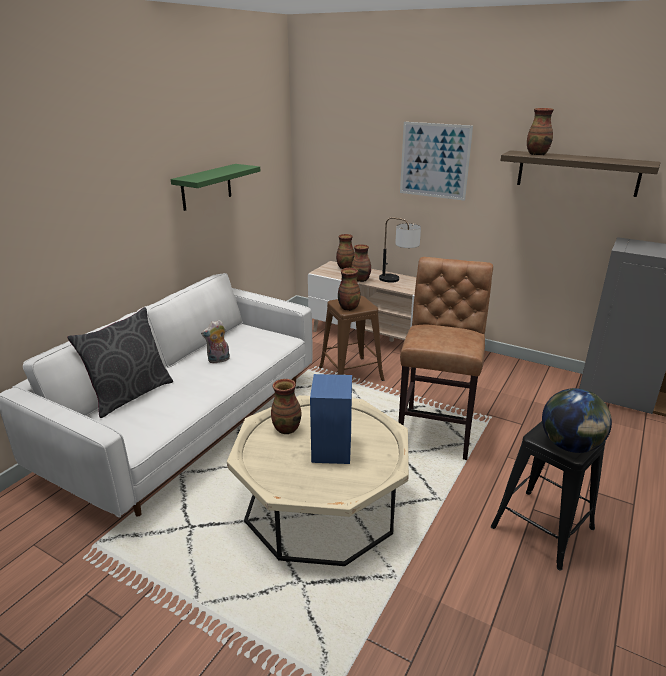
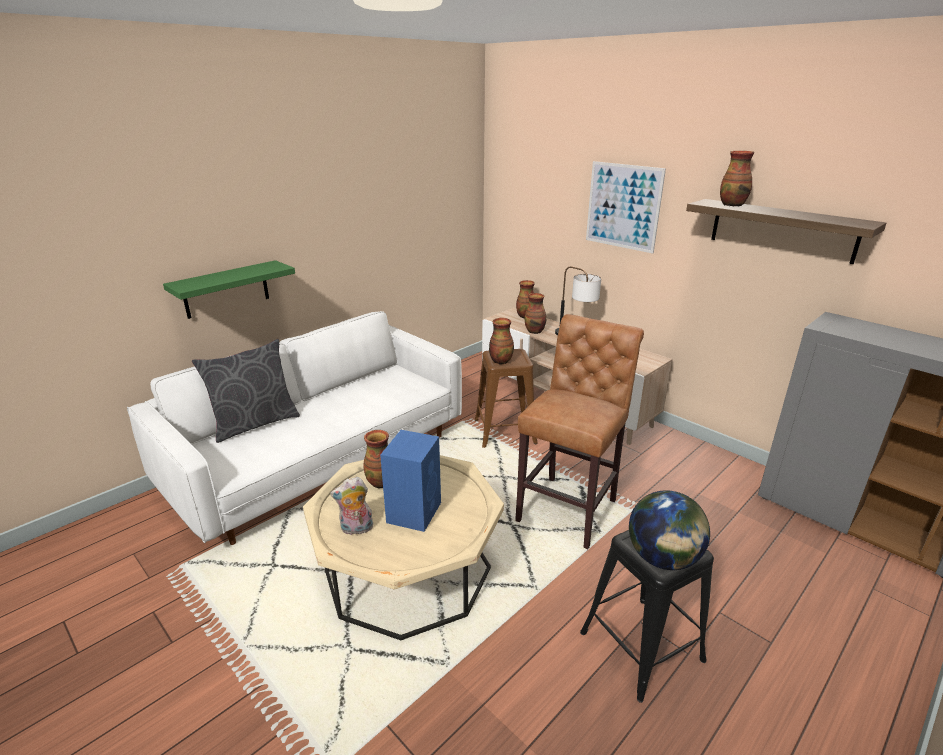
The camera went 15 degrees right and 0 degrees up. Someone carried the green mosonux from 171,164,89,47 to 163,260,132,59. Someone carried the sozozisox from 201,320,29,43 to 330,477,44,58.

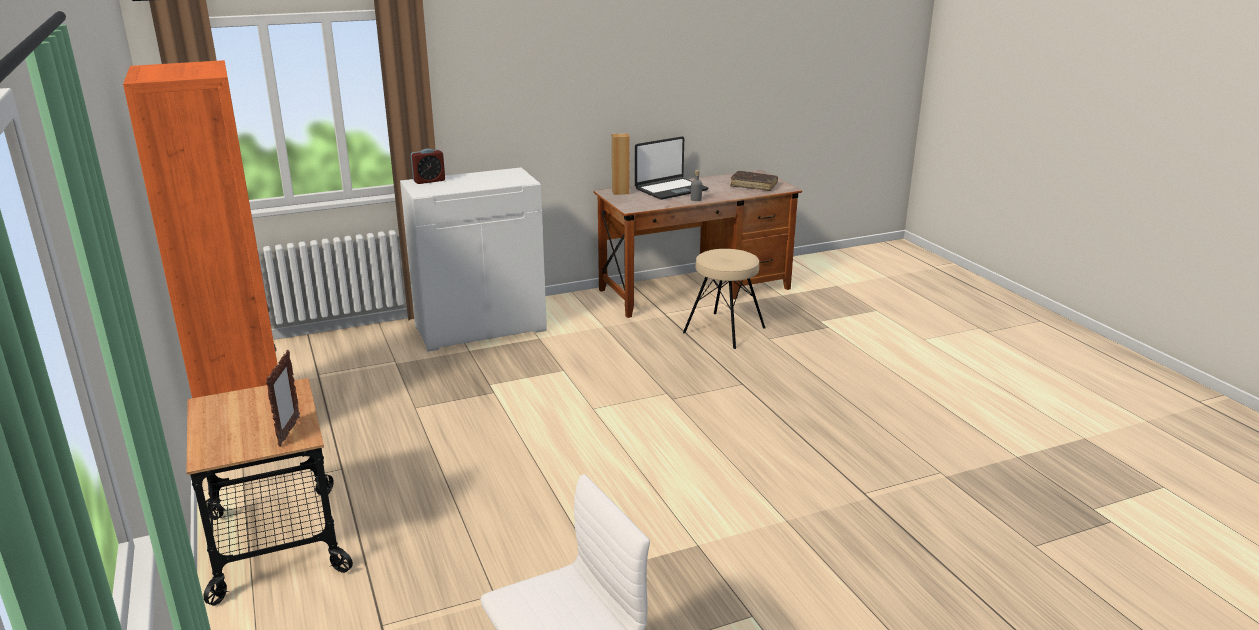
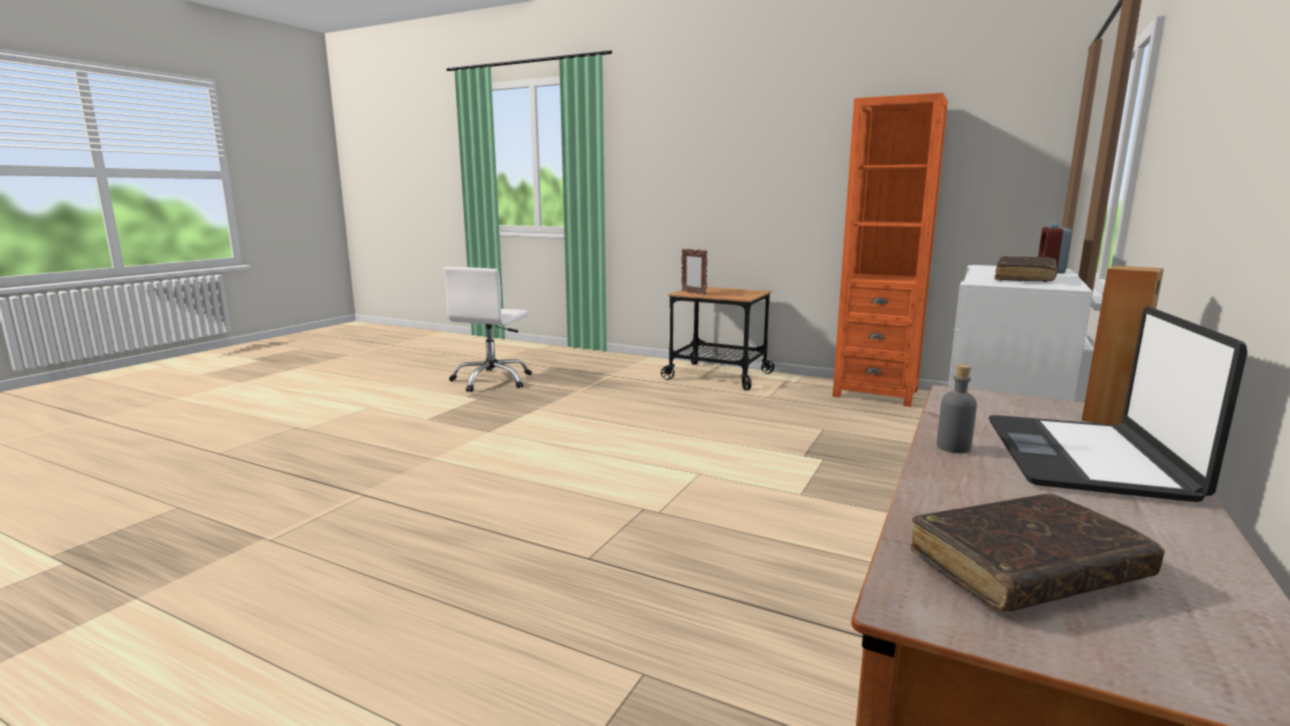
The camera went 140 degrees right and 10 degrees down. Someone put down the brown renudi at 994,256,63,26. Someone took away the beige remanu at 683,249,83,100.

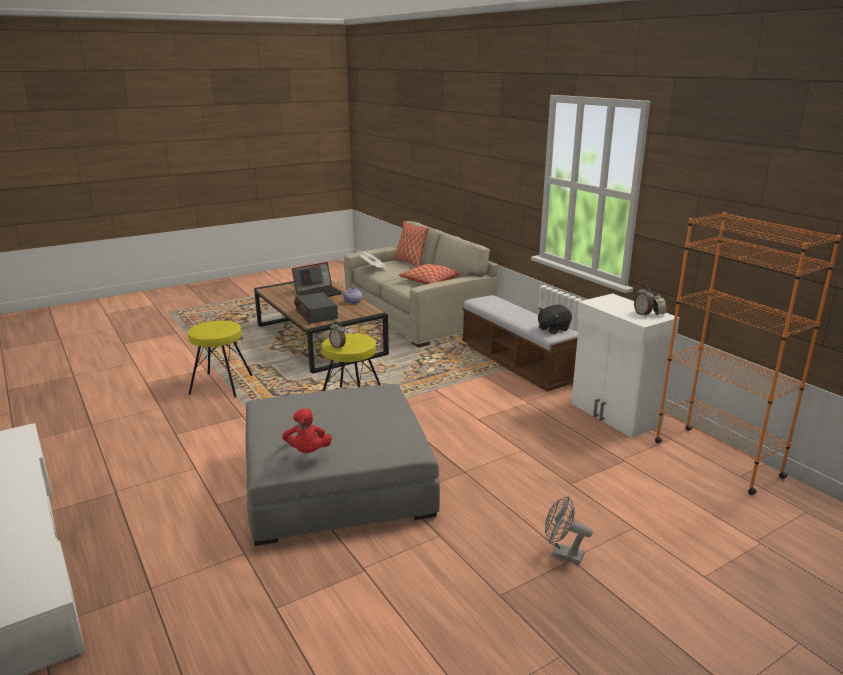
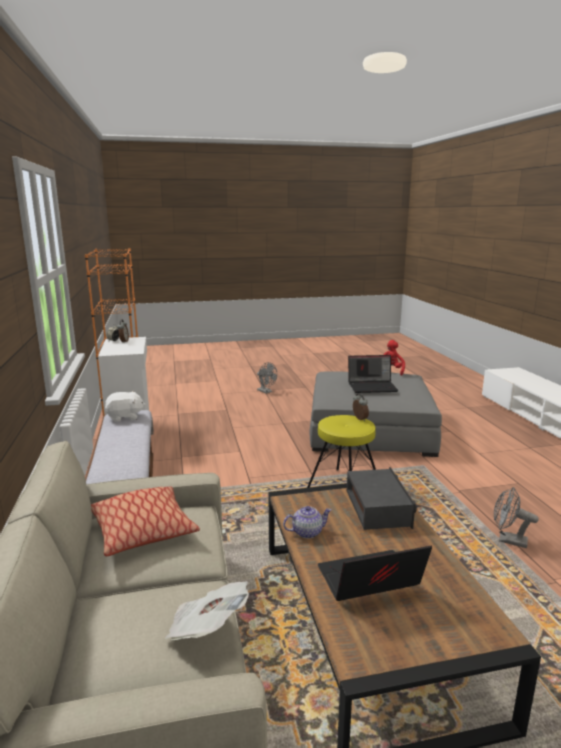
The camera went 160 degrees left and 5 degrees down. Someone repainted the black sozozisox at 538,305,34,29, which became the white sozozisox at 104,391,42,31. Someone put down the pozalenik at 348,355,51,38. Someone swapped the yellow remanu at 188,320,65,77 for the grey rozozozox at 494,487,45,61. Someone took away the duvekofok at 394,221,35,46.

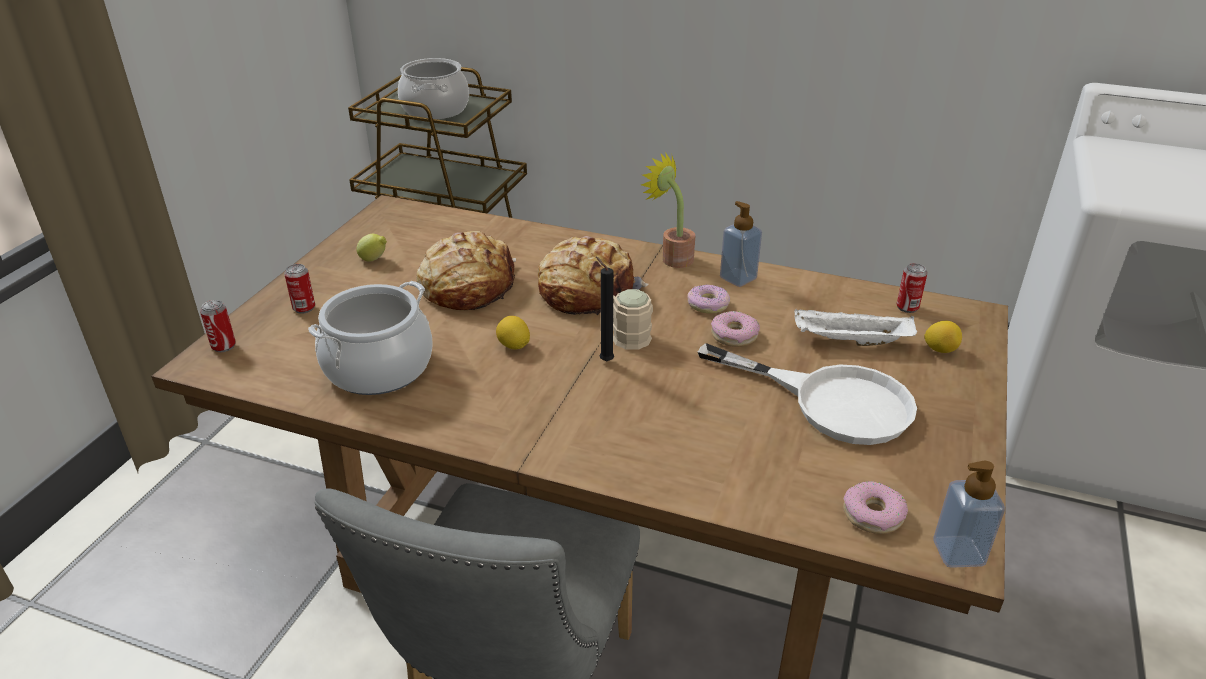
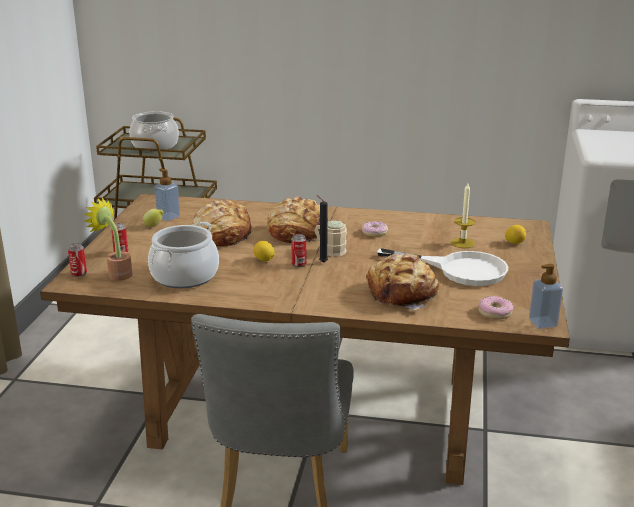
The camera went 10 degrees left and 10 degrees down. Someone carried the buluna from 641,152,54,116 to 84,198,49,83. Someone carried the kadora from 720,201,42,86 to 154,169,26,52. Someone carried the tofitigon from 897,263,31,50 to 291,234,15,33. Someone put down the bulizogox at 366,254,73,56. Someone swapped the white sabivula at 794,309,123,37 for the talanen at 451,183,24,65. Someone took away the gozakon at 711,311,49,36.

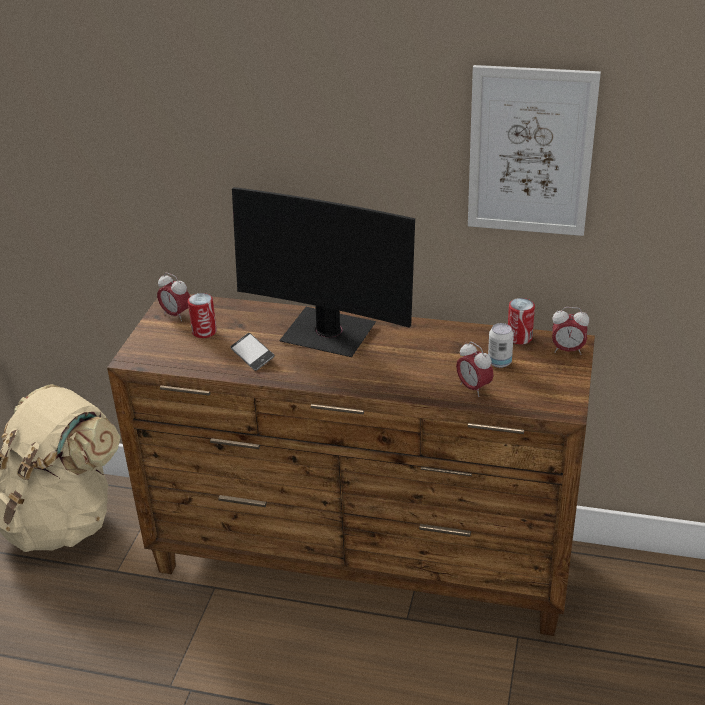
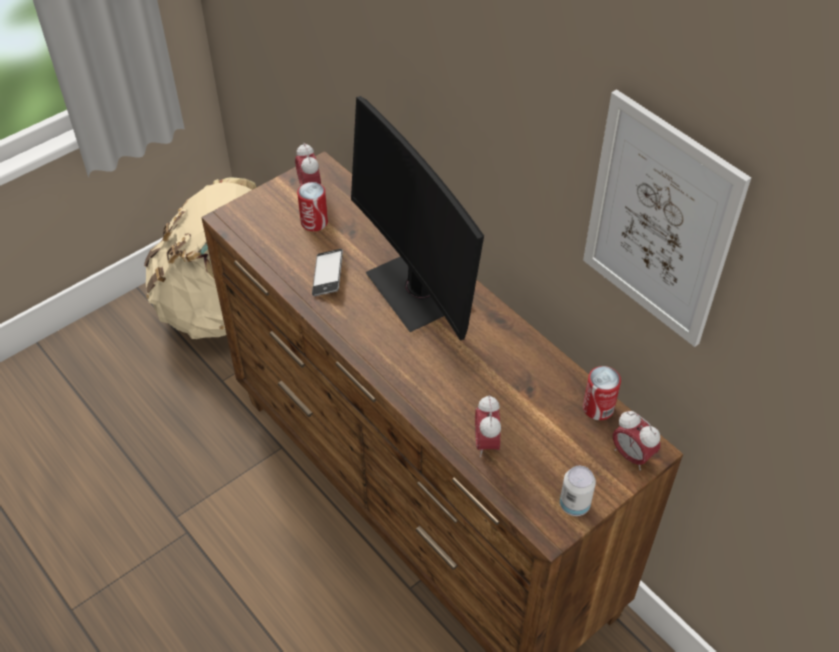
The camera went 35 degrees right and 15 degrees up. Someone carried the tofitigon from 488,323,26,45 to 560,466,36,50.

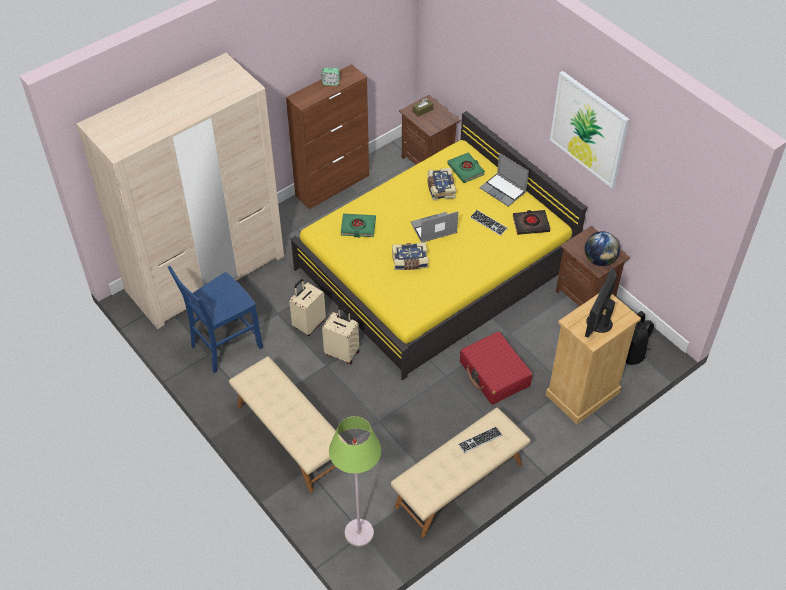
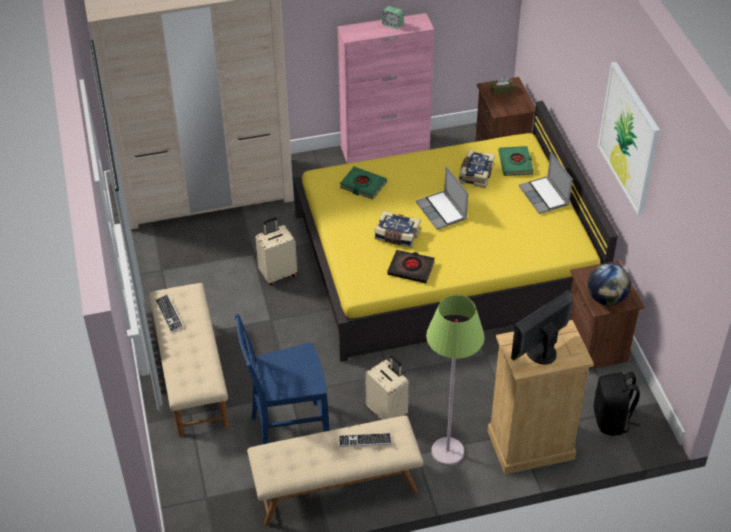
The camera went 25 degrees right and 5 degrees down. Someone carried the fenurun from 470,210,37,26 to 155,294,29,38. Someone carried the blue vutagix from 168,266,95,107 to 235,313,95,132. Someone repainted the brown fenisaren at 286,64,83,145, which became the pink fenisaren at 338,13,96,151. Someone carried the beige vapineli from 322,307,37,58 to 365,355,44,65. Someone carried the black renudi from 513,210,37,25 to 387,250,48,34. Someone rotated the pozalenik at 411,211,47,32 by 120 degrees counterclockwise. Someone carried the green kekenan from 329,416,52,130 to 426,295,59,171. Someone took away the red vapineli at 460,332,73,73.

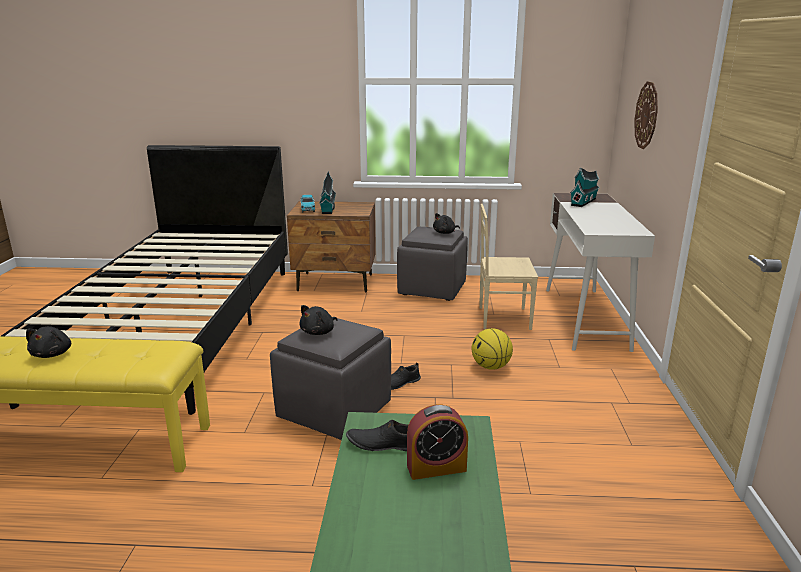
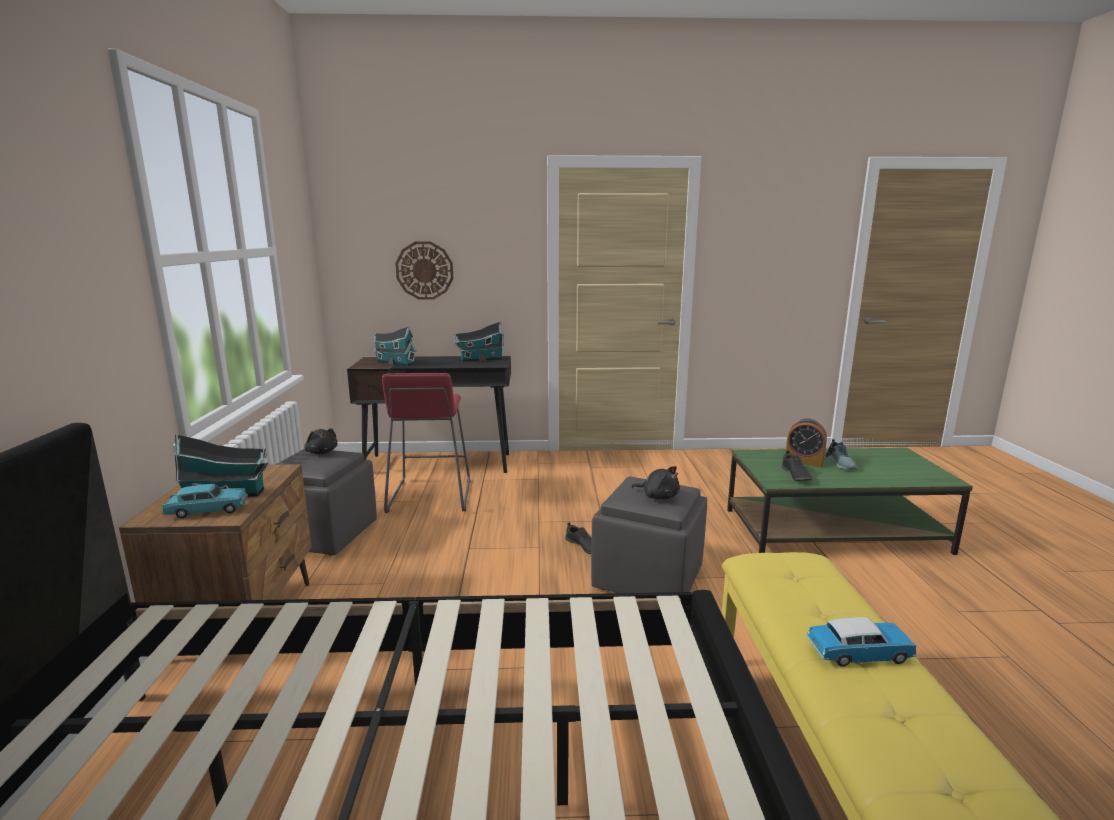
The camera went 95 degrees left and 5 degrees down. Someone repainted the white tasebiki at 546,193,109,159, which became the black tasebiki at 347,356,164,117. Someone swapped the beige vutagix at 479,204,59,126 for the red remanu at 382,373,88,140. Someone put down the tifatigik at 454,322,50,40. Someone rotated the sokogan at 407,405,61,75 by 135 degrees clockwise. Someone swapped the black sozozisox at 26,326,45,32 for the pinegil at 807,617,110,50. Someone put down the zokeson at 825,439,32,30. Someone took away the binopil at 472,328,41,42.

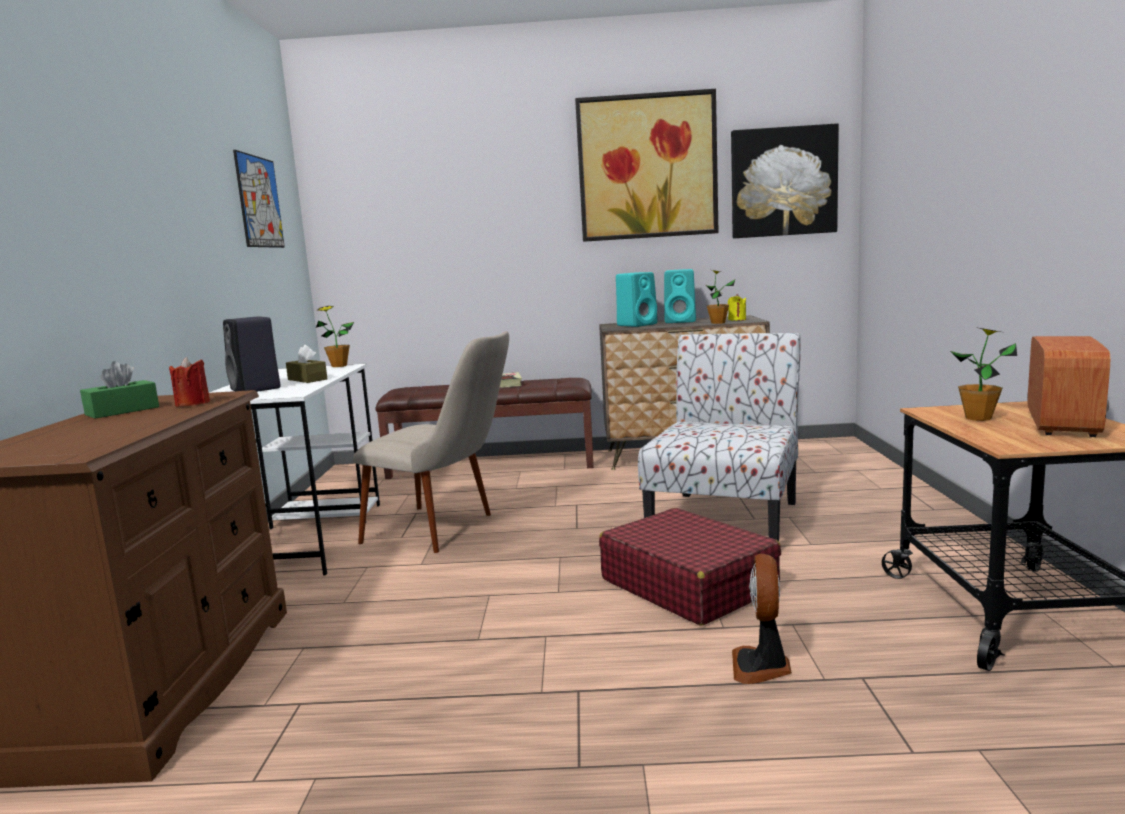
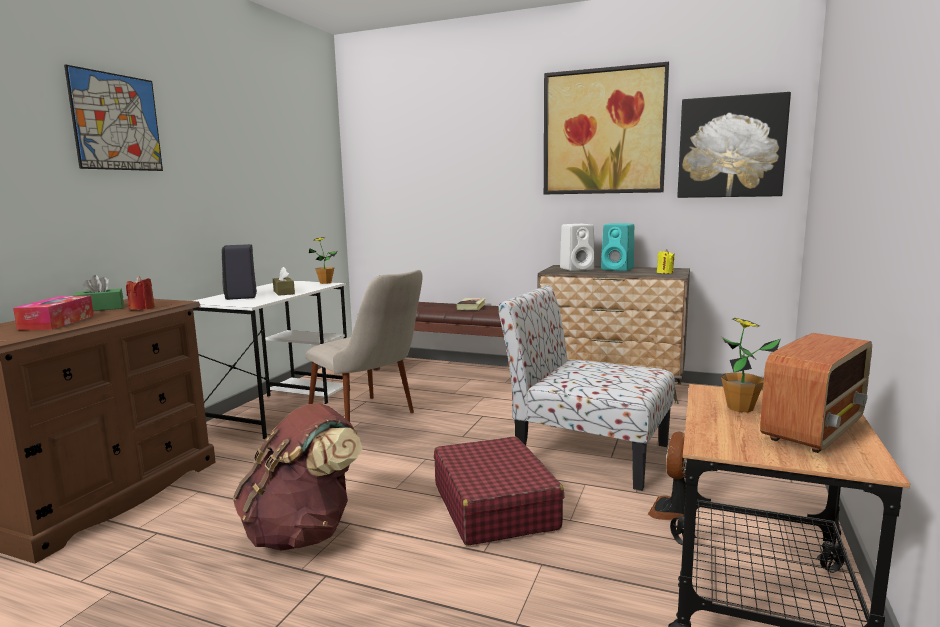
The camera went 20 degrees right and 0 degrees up. Someone put down the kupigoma at 13,296,81,34. Someone carried the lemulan from 233,150,52,98 to 64,65,99,106. Someone put down the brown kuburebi at 233,403,129,148. Someone rotated the vutagix at 638,333,163,208 by 105 degrees counterclockwise. Someone repainted the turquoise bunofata at 616,272,41,55, which became the white bunofata at 560,224,35,47. Someone carried the rozozozox from 732,554,60,130 to 648,432,39,88. Someone took away the buluna at 706,270,29,54.

